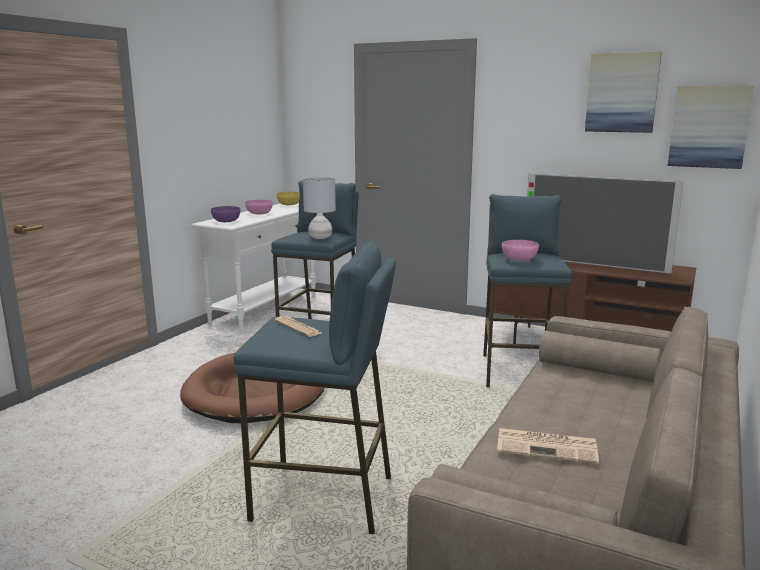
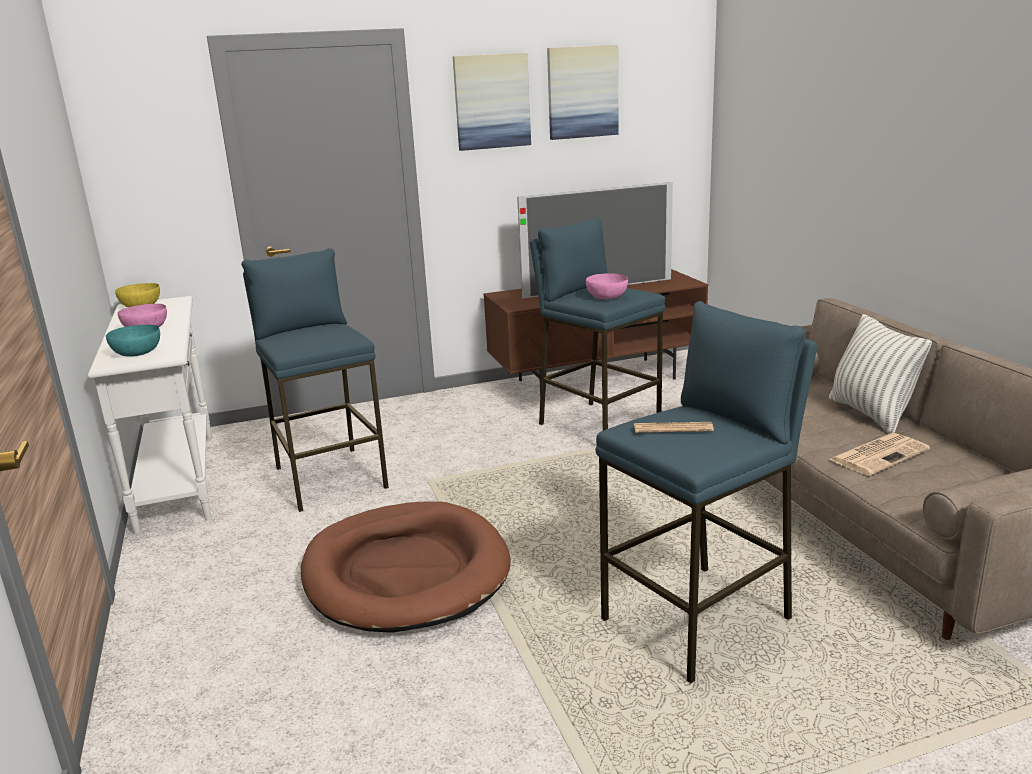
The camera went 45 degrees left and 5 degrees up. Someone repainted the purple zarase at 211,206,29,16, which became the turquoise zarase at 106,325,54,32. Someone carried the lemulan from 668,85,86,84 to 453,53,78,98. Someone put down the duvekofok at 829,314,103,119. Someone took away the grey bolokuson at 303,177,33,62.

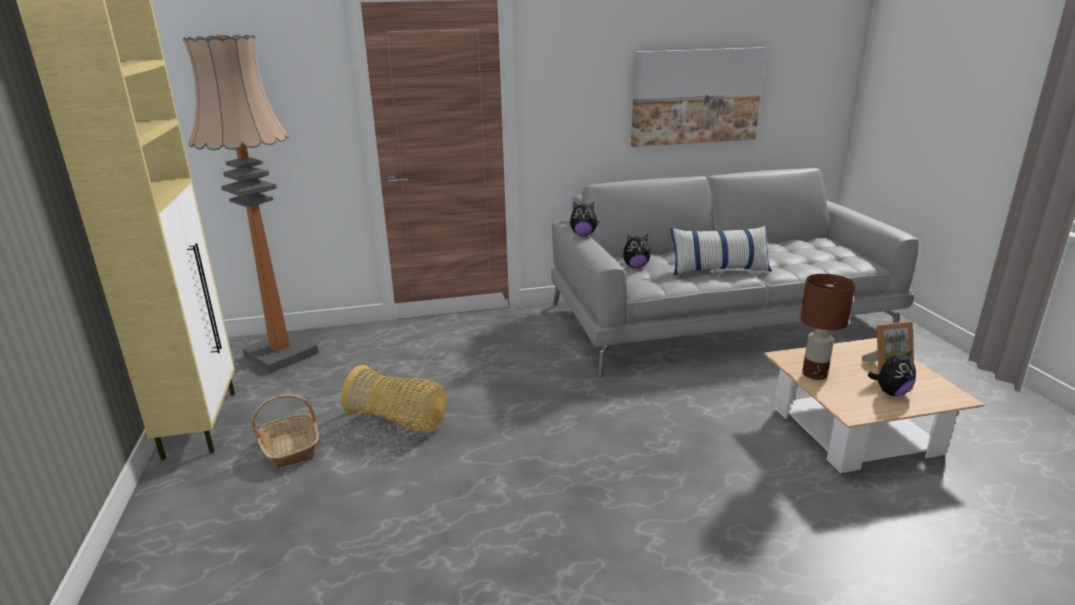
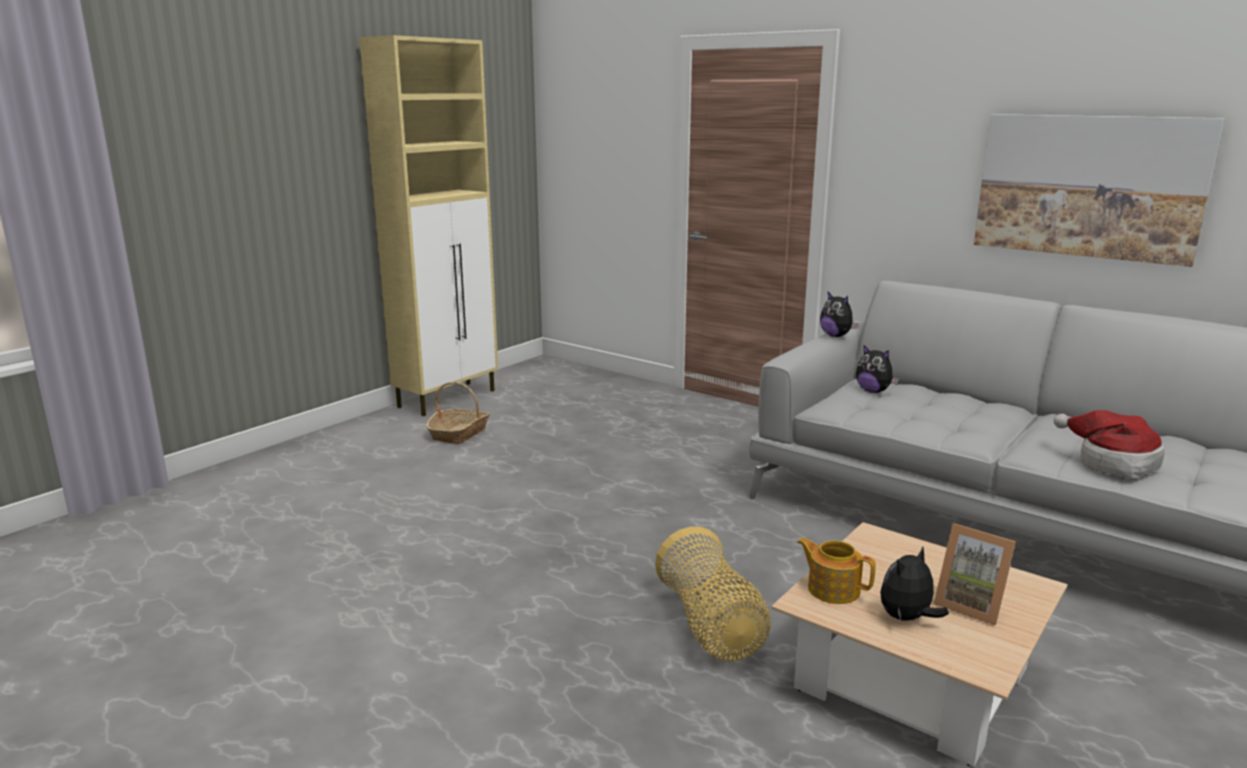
The camera went 50 degrees right and 5 degrees down. Someone carried the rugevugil from 341,365,106,68 to 655,527,115,134. Someone put down the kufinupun at 797,538,79,66. Someone rotated the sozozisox at 868,350,48,46 by 120 degrees clockwise. Someone put down the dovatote at 1054,410,111,68. Someone took away the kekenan at 183,35,136,338. Someone took away the duvekofok at 670,225,102,50. Someone took away the brown bolokuson at 800,274,55,106.

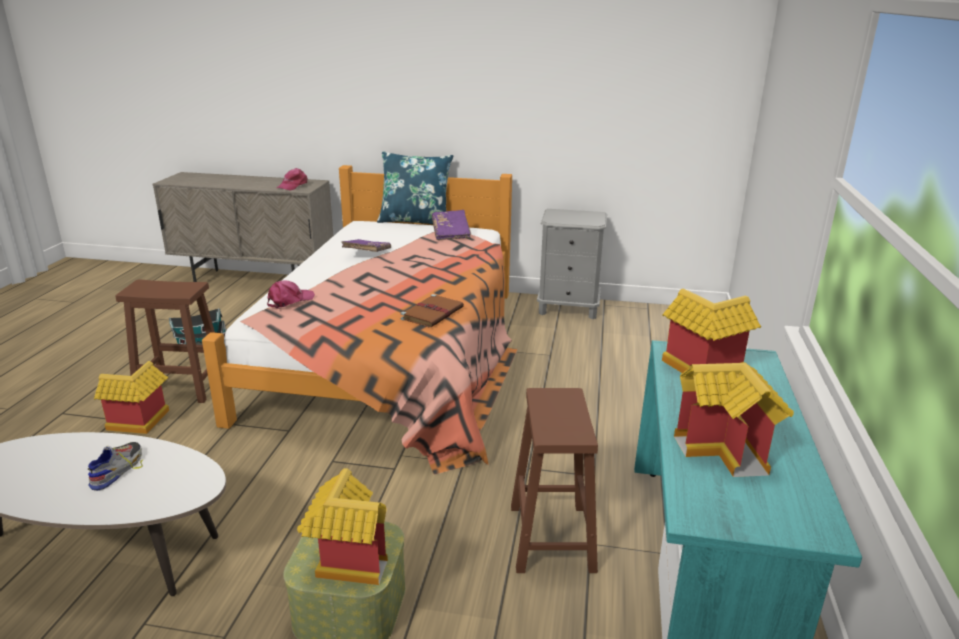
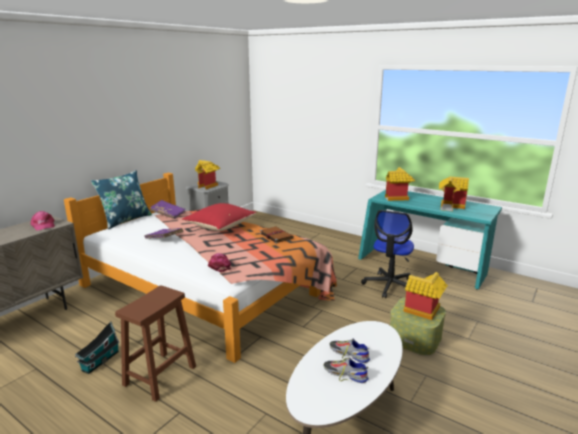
The camera went 65 degrees left and 5 degrees down. Someone put down the red duvekofok at 182,203,75,28. Someone carried the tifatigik from 94,361,75,73 to 195,160,25,30. Someone put down the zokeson at 323,358,46,25. Someone swapped the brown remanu at 511,388,87,185 for the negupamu at 361,210,53,88.

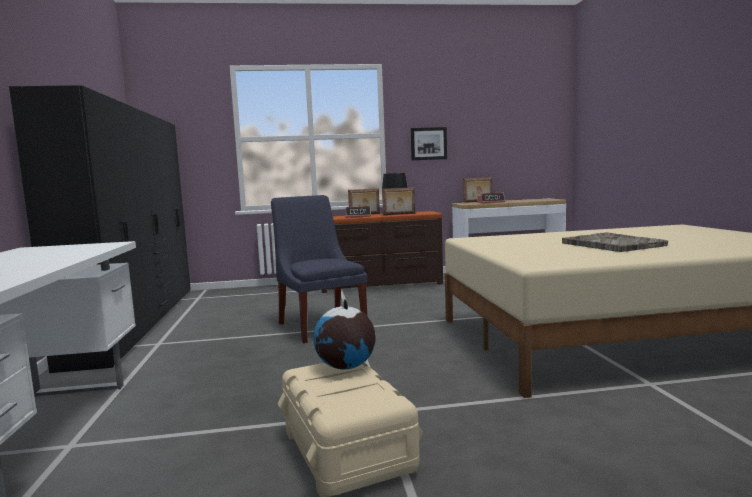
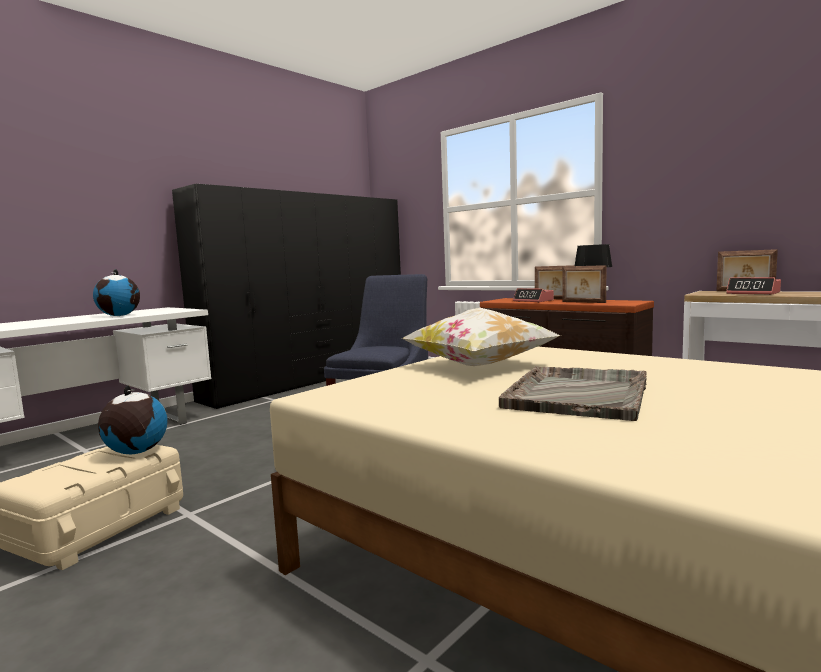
The camera went 50 degrees right and 0 degrees up. Someone put down the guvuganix at 93,269,47,47. Someone put down the duvekofok at 402,308,159,58. Someone took away the lemulan at 410,127,37,34.

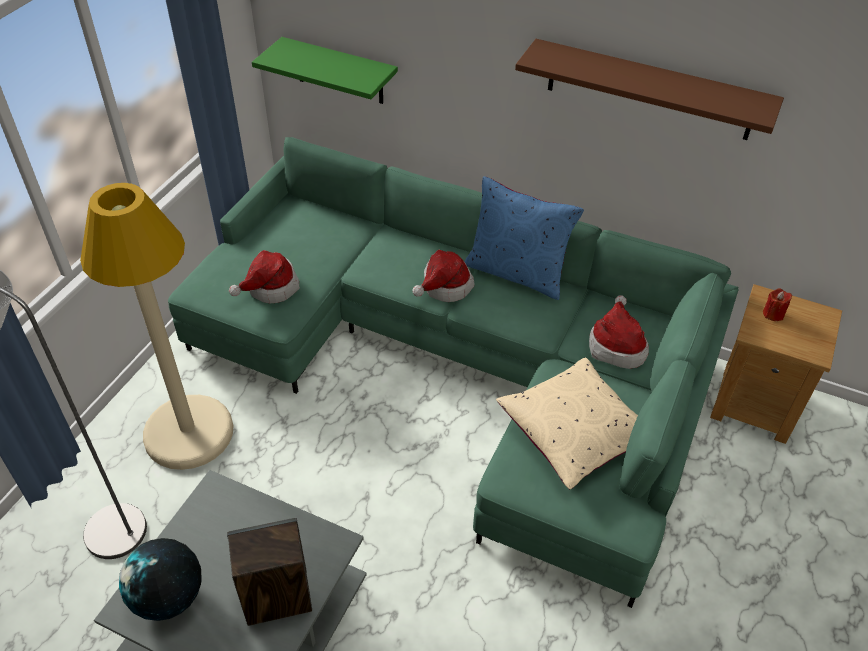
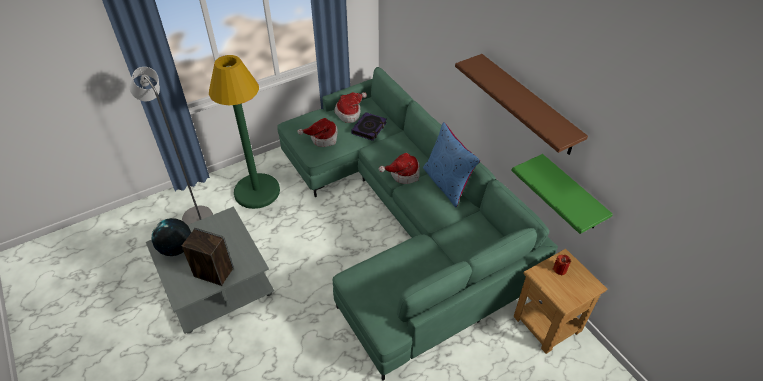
The camera went 35 degrees right and 0 degrees up. Someone repainted the beige kekenan at 80,183,153,287, which became the green kekenan at 209,55,71,154. Someone carried the dovatote from 589,296,60,73 to 335,92,32,31. Someone put down the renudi at 352,112,35,29. Someone carried the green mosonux from 252,37,146,67 to 511,154,102,80. Someone took away the beige duvekofok at 496,358,142,131.

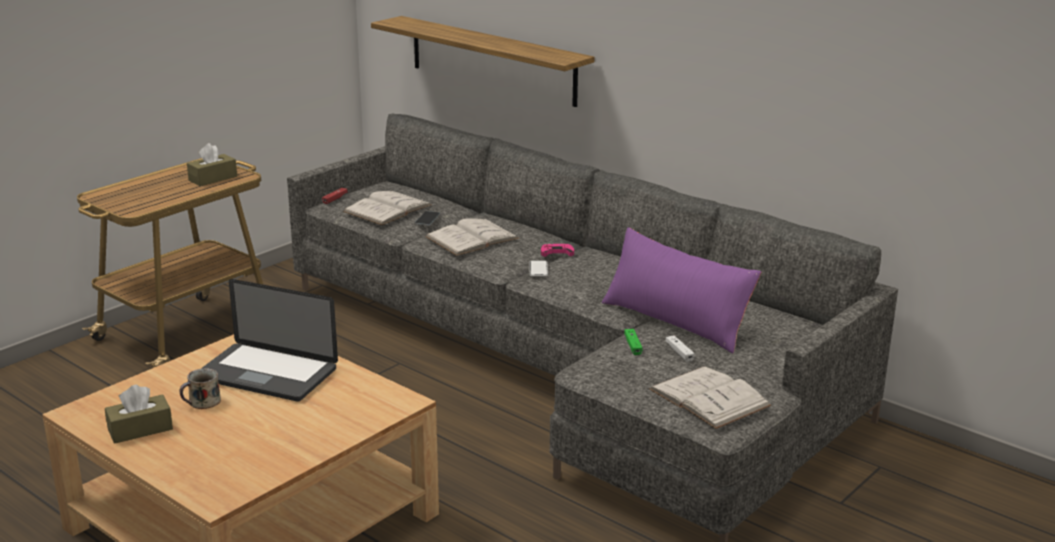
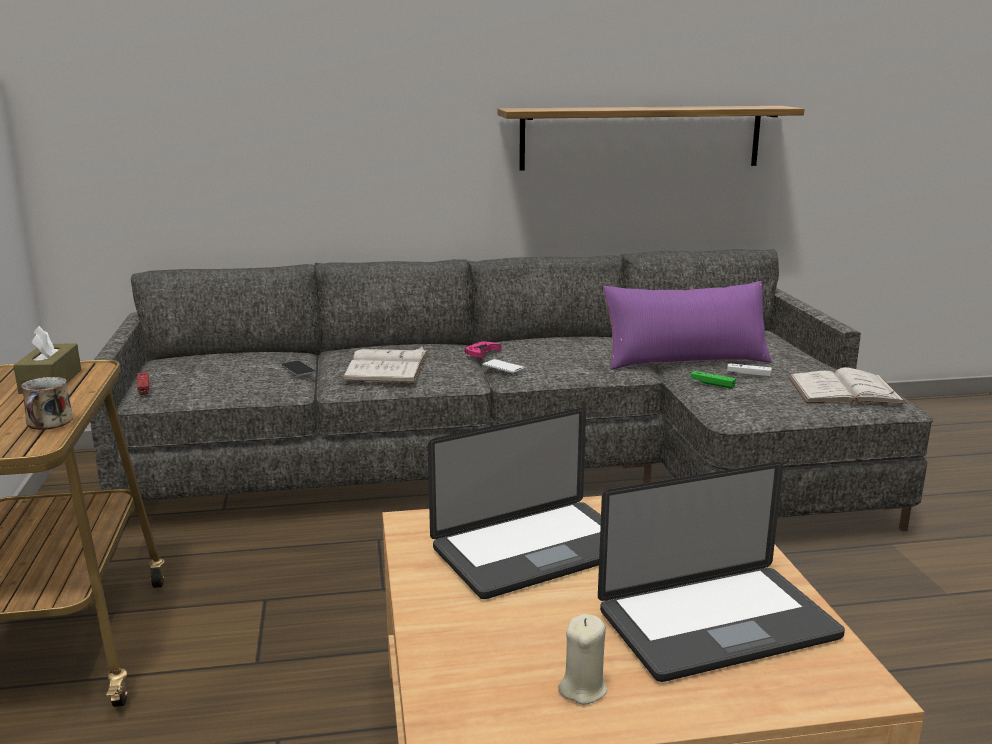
The camera went 50 degrees left and 5 degrees down. Someone carried the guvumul from 179,369,42,40 to 21,377,52,53. Someone carried the mosonux from 371,16,224,91 to 497,106,307,65. Someone swapped the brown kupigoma at 105,385,68,59 for the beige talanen at 558,614,49,91. Someone put down the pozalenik at 598,462,247,220. Someone took away the white renudi at 343,191,89,34.

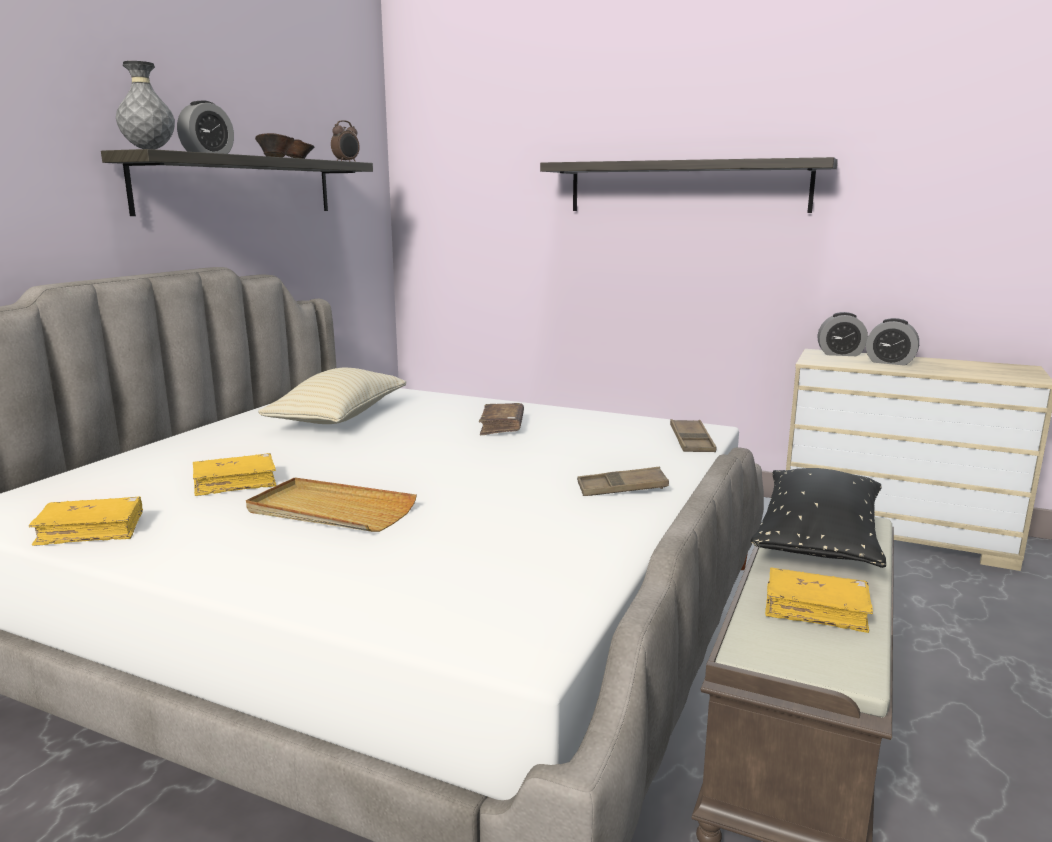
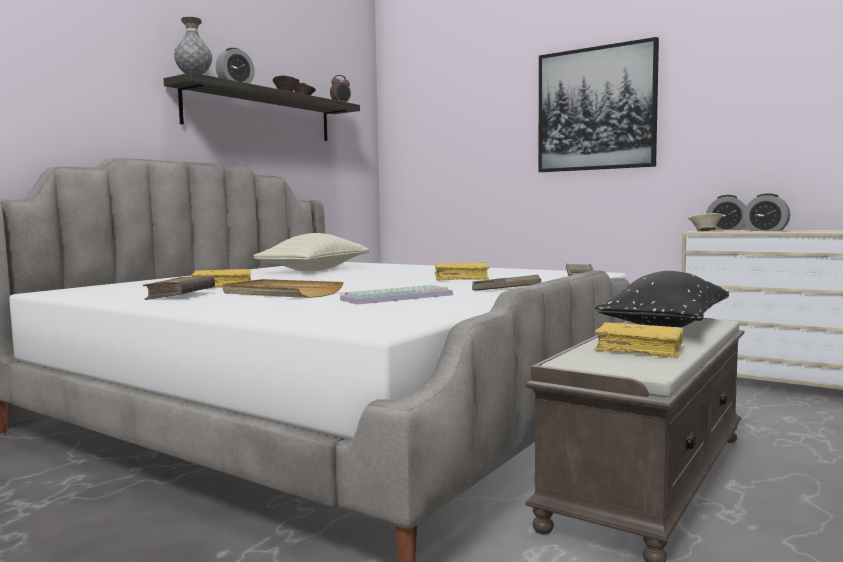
The camera went 10 degrees right and 10 degrees down. Someone carried the brown renudi from 479,403,45,32 to 143,276,72,24. Someone put down the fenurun at 340,285,113,20. Someone carried the yellow renudi from 29,497,114,49 to 435,262,55,18. Someone swapped the mosonux at 540,157,298,56 for the lemulan at 539,37,120,135. Someone put down the beige zarase at 688,213,35,18.

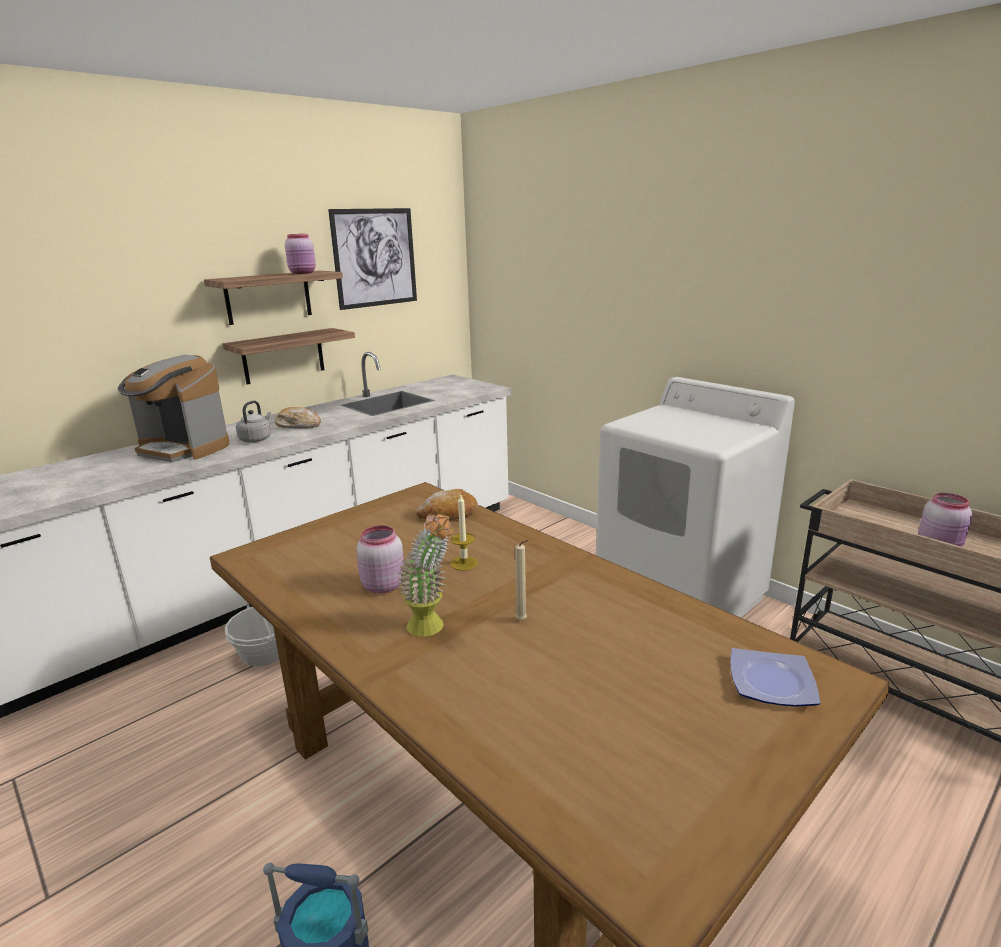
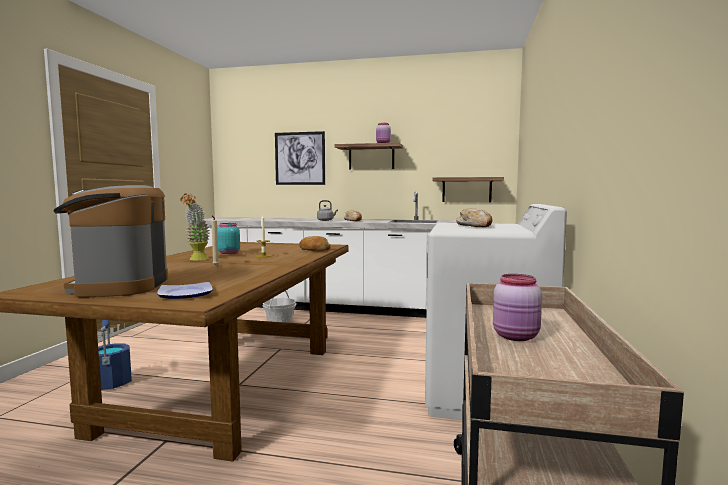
The camera went 55 degrees right and 15 degrees down. Someone carried the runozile from 118,355,111,107 to 54,185,114,112. Someone repainted the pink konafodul at 356,525,48,68, which became the turquoise konafodul at 217,223,23,31. Someone carried the lemulan from 328,208,89,102 to 275,131,50,54. Someone carried the mosonux from 223,328,132,57 to 432,177,72,25. Someone put down the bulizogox at 456,208,36,19.

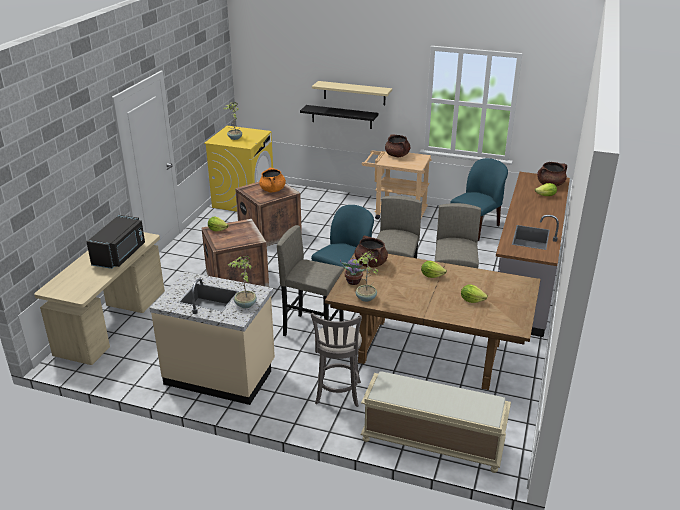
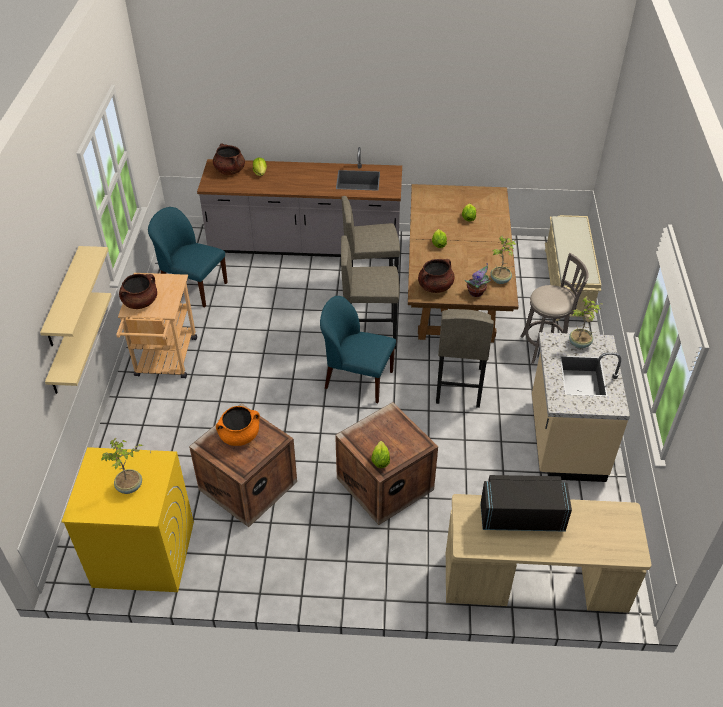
The camera went 105 degrees left and 15 degrees up. Someone repainted the black mosonux at 300,105,78,24, which became the beige mosonux at 45,292,66,102.

